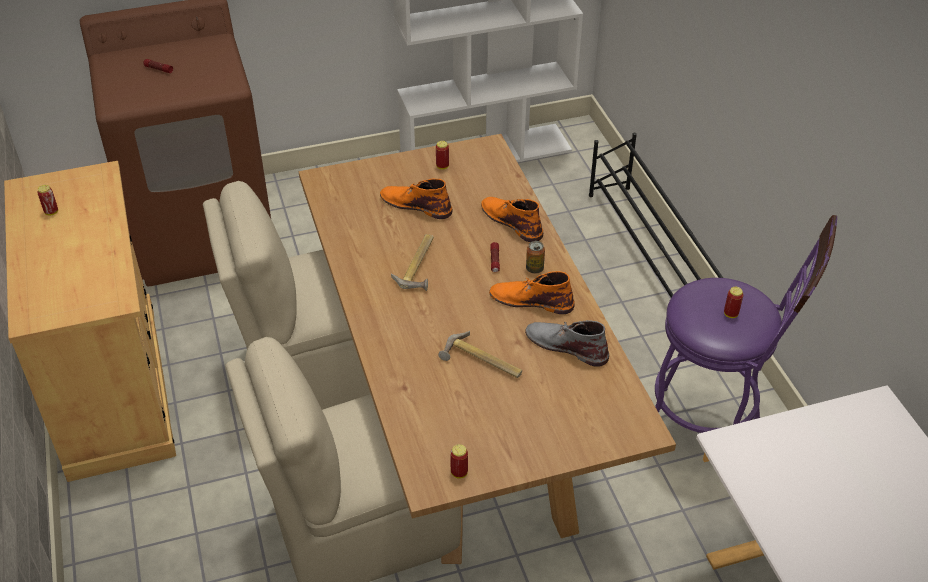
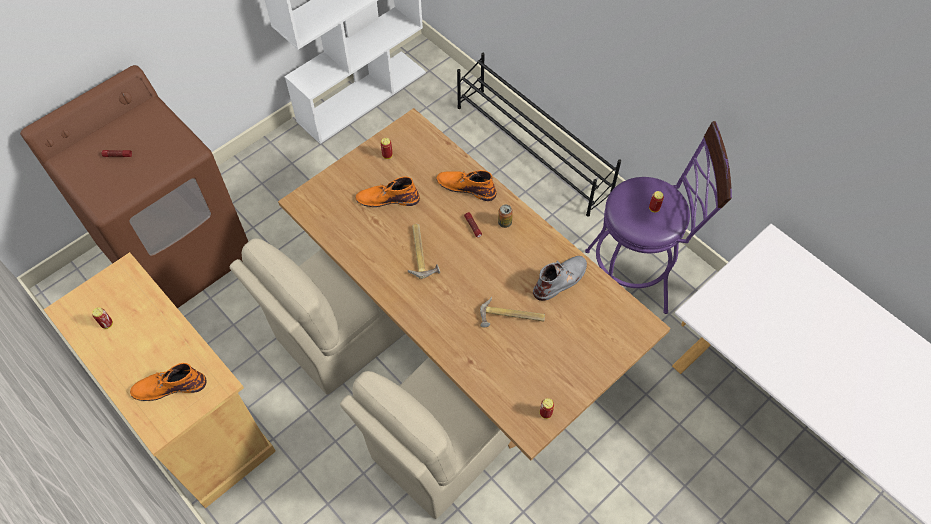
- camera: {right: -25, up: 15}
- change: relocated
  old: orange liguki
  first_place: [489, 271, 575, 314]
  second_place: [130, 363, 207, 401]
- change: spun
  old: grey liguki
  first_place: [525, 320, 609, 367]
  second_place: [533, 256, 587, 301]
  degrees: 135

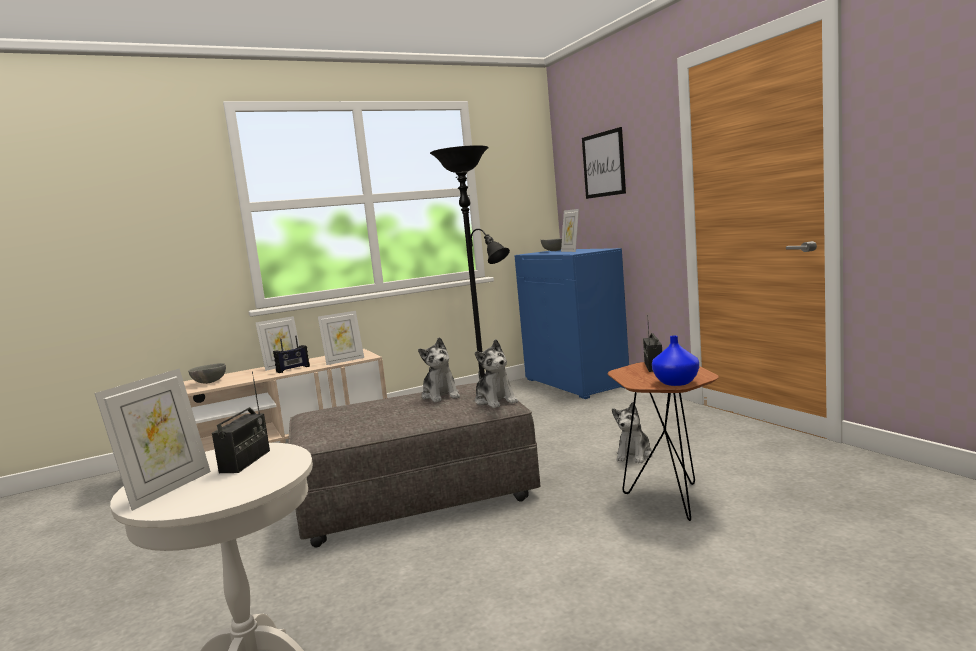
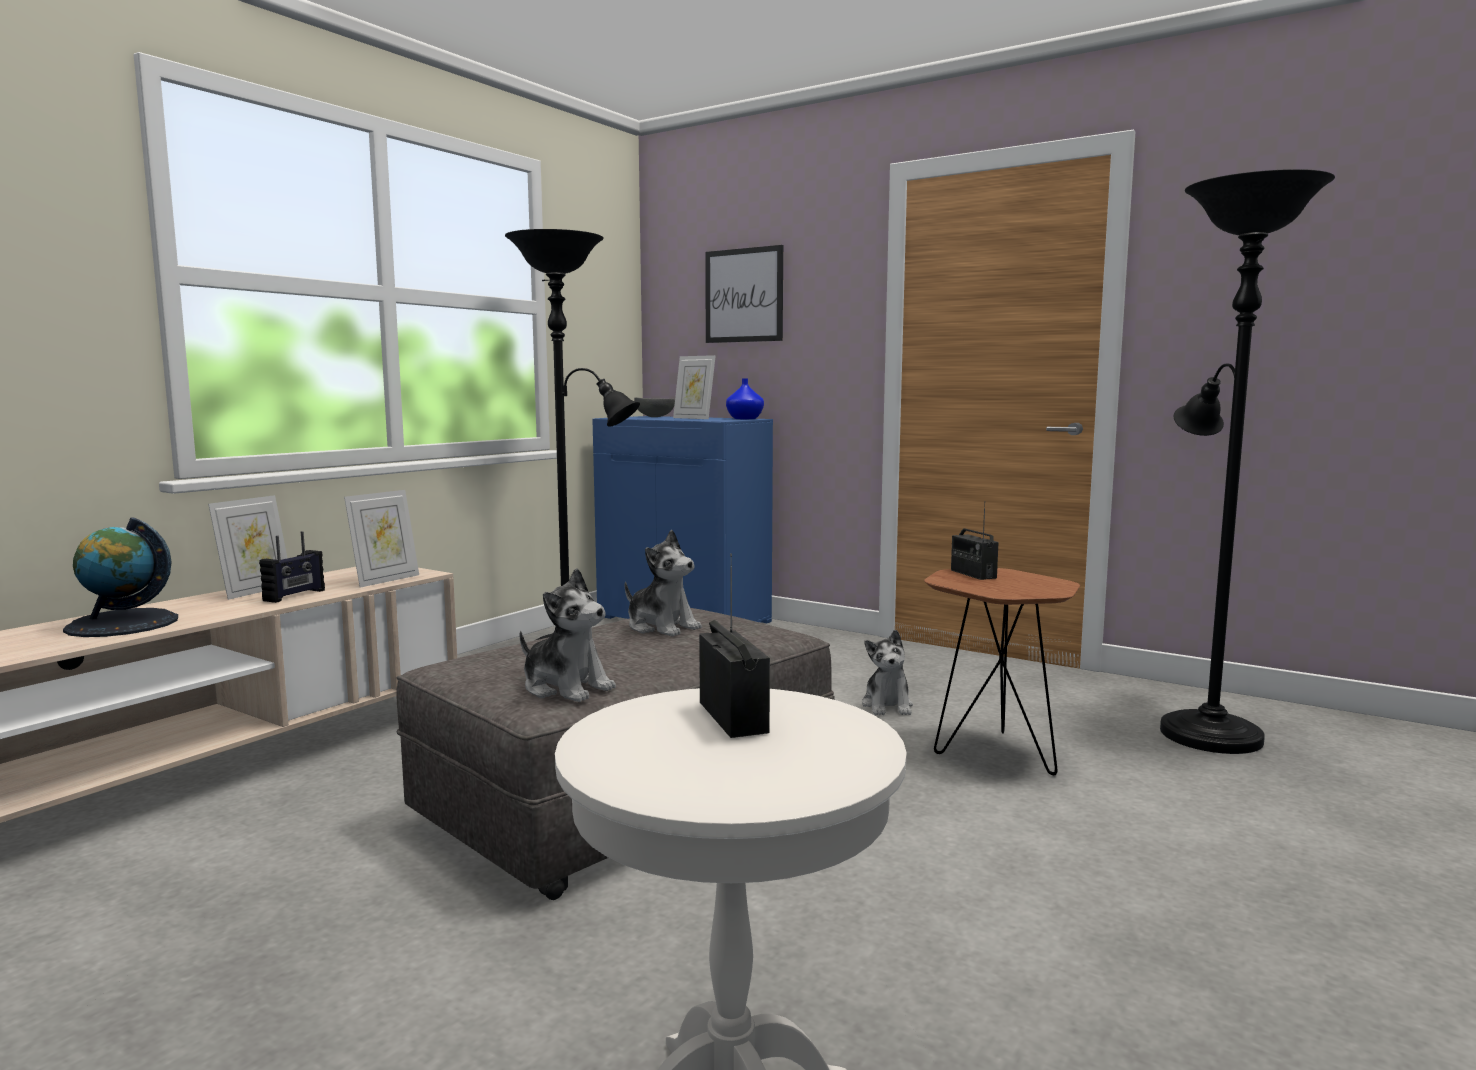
- camera: {right: -30, up: 0}
- change: relocated
  old: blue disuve
  first_place: [652, 336, 699, 386]
  second_place: [726, 379, 764, 419]
- change: relocated
  old: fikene
  first_place: [475, 339, 518, 408]
  second_place: [520, 568, 616, 702]
- change: exchanged
  old: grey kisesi
  new: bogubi
  first_place: [188, 363, 226, 384]
  second_place: [63, 517, 178, 637]
- change: missing
  old: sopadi
  first_place: [94, 368, 211, 511]
- change: appeared
  new: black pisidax
  second_place: [1160, 169, 1335, 754]

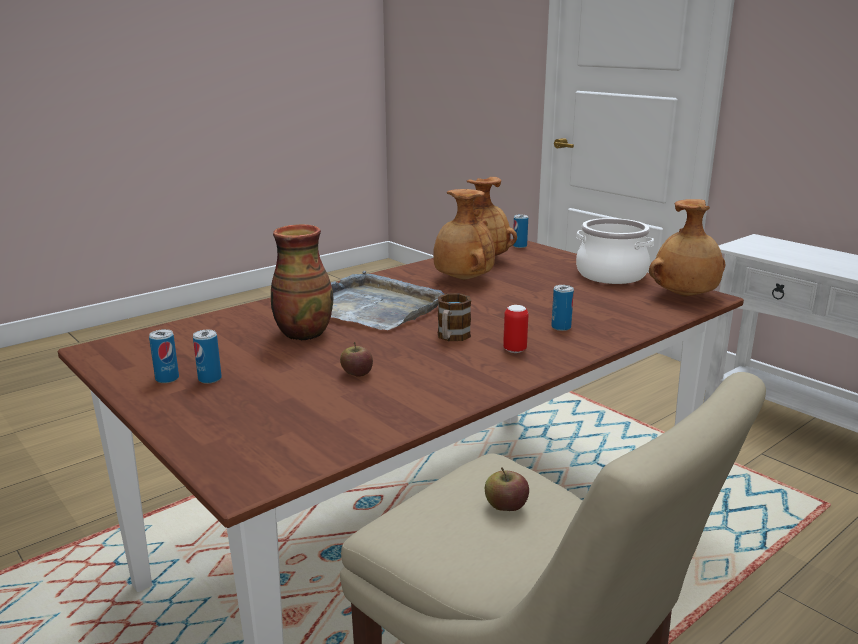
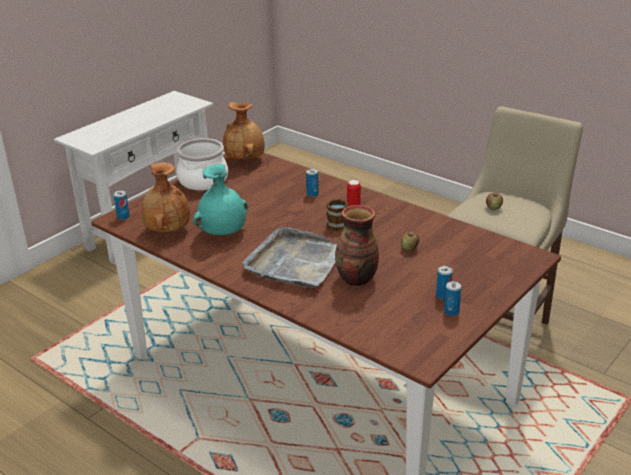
- camera: {right: -100, up: 10}
- change: colour
  old: brown disuve
  new: turquoise disuve
  first_place: [433, 189, 495, 280]
  second_place: [193, 164, 248, 235]

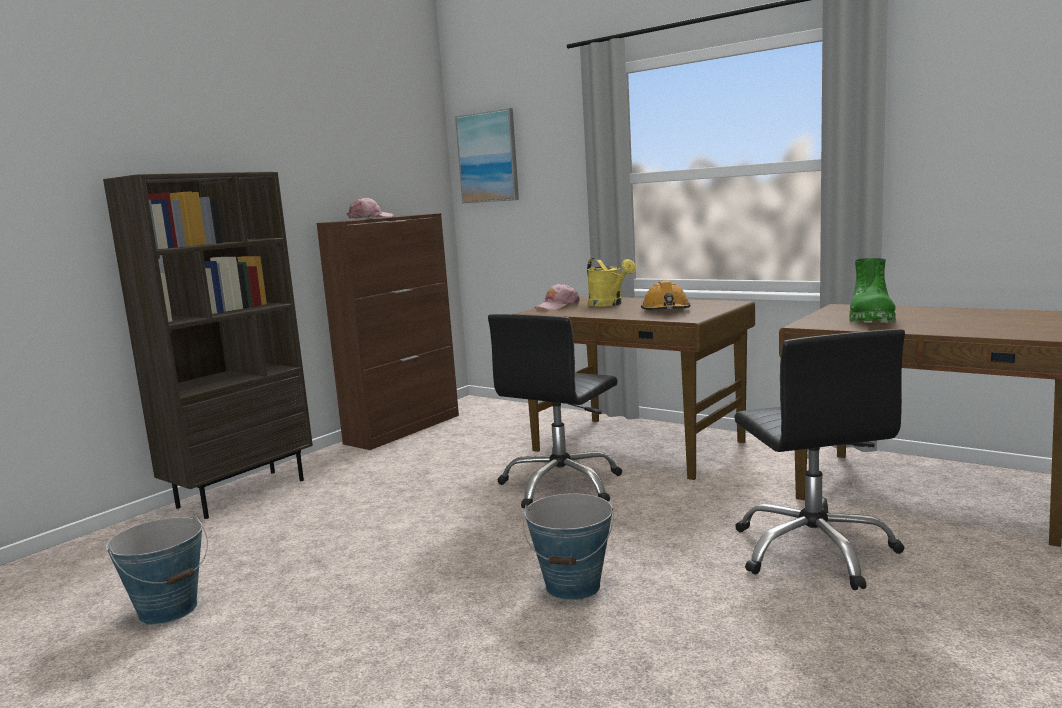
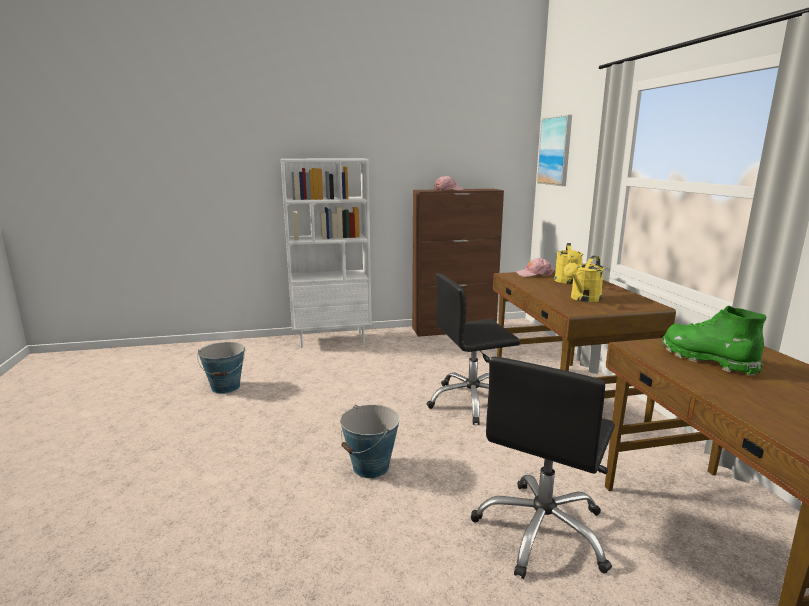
- camera: {right: 40, up: 5}
- change: colour
  old: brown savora
  new: white savora
  first_place: [103, 171, 313, 519]
  second_place: [281, 158, 372, 348]
- change: spun
  old: green liguki
  first_place: [849, 258, 896, 323]
  second_place: [662, 306, 766, 376]
  degrees: 90
- change: exchanged
  old: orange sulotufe
  new: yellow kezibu
  first_place: [641, 280, 691, 310]
  second_place: [564, 256, 604, 302]

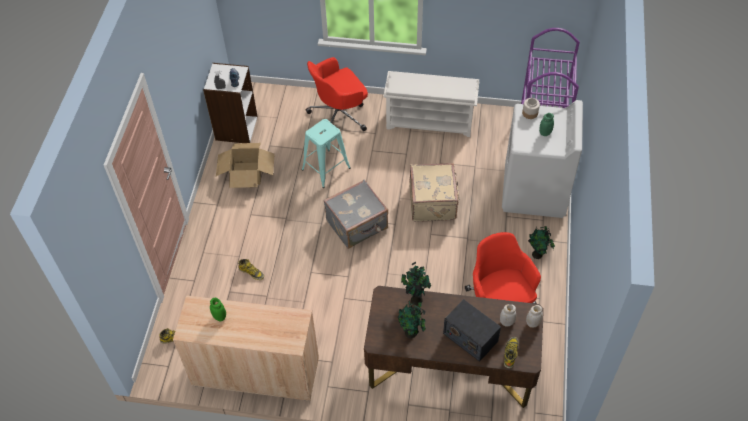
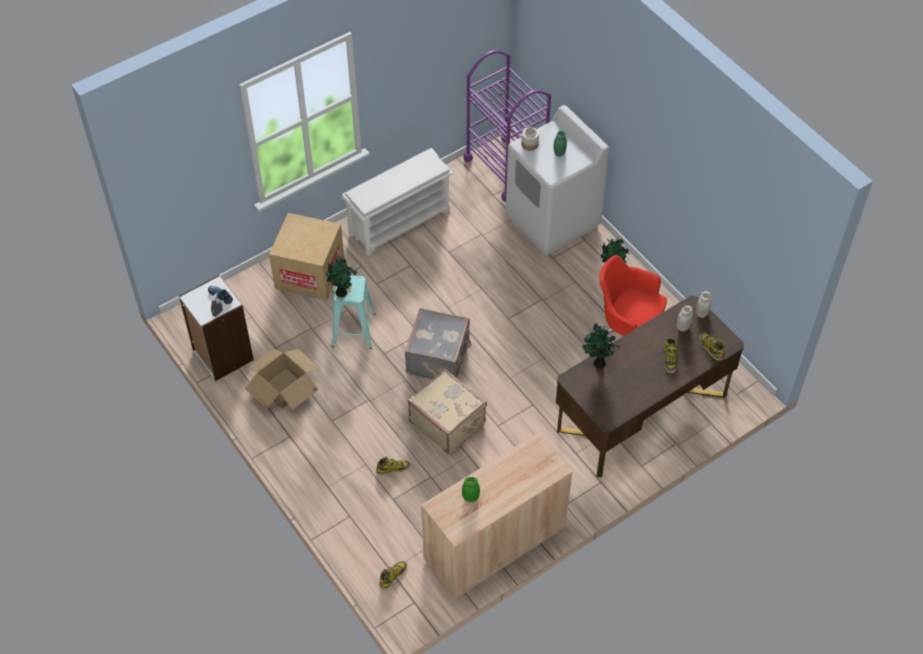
- camera: {right: -45, up: 0}
- change: exchanged
  old: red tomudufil
  new: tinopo
  first_place: [306, 57, 368, 131]
  second_place: [269, 213, 344, 301]
- change: relocated
  old: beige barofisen
  first_place: [409, 163, 460, 222]
  second_place: [408, 369, 487, 454]
- change: exchanged
  old: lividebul
  new: liguki
  first_place: [443, 299, 501, 362]
  second_place: [664, 338, 677, 373]
- change: relocated
  old: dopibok
  first_place: [398, 300, 426, 338]
  second_place: [325, 256, 358, 297]

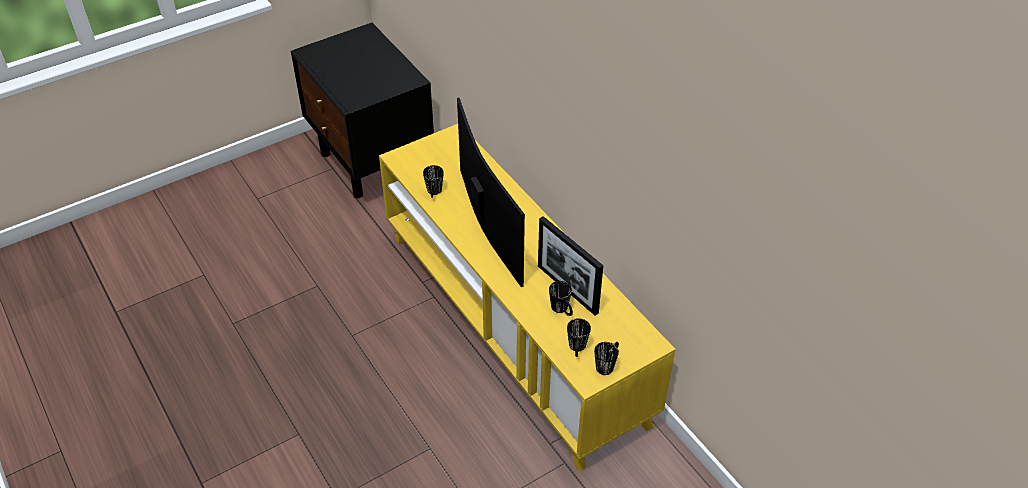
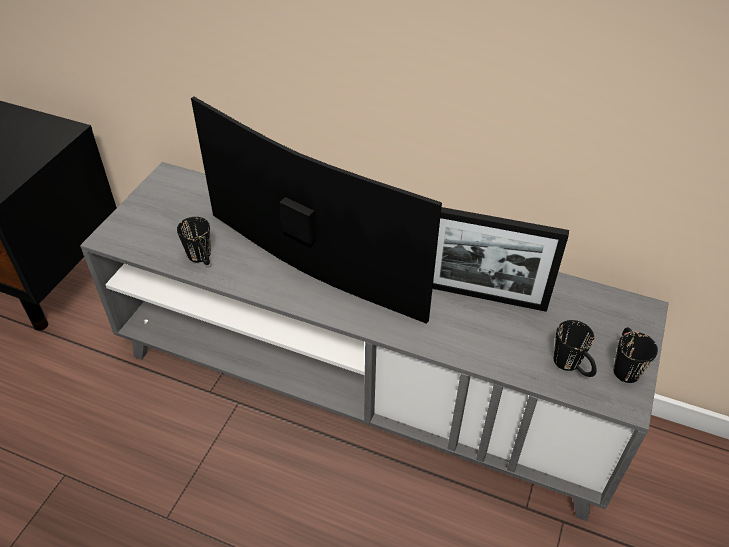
- camera: {right: -35, up: 0}
- change: colour
  old: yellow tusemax
  new: grey tusemax
  first_place: [379, 124, 675, 471]
  second_place: [80, 162, 669, 521]
- change: missing
  old: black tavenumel
  first_place: [549, 281, 573, 316]

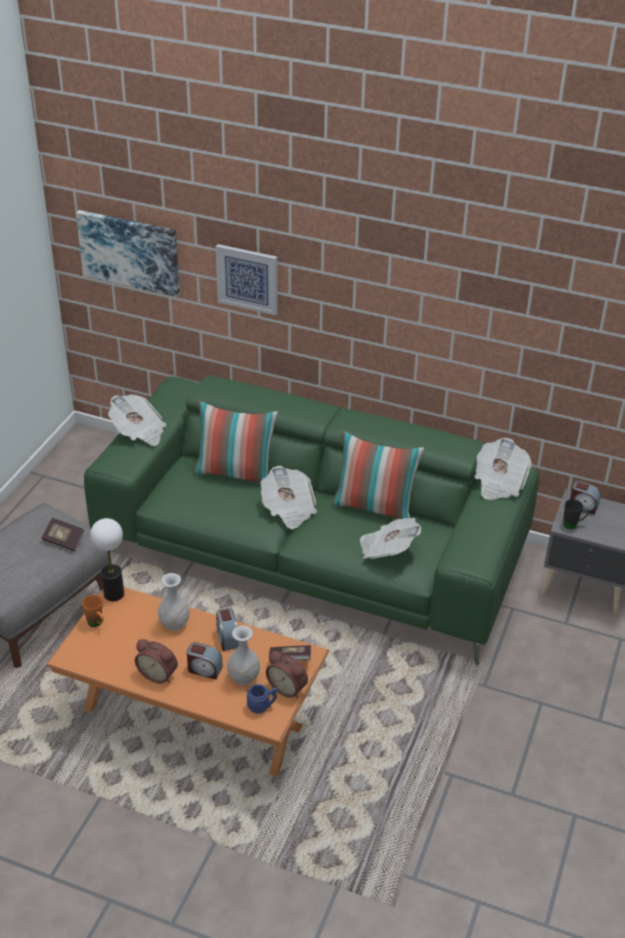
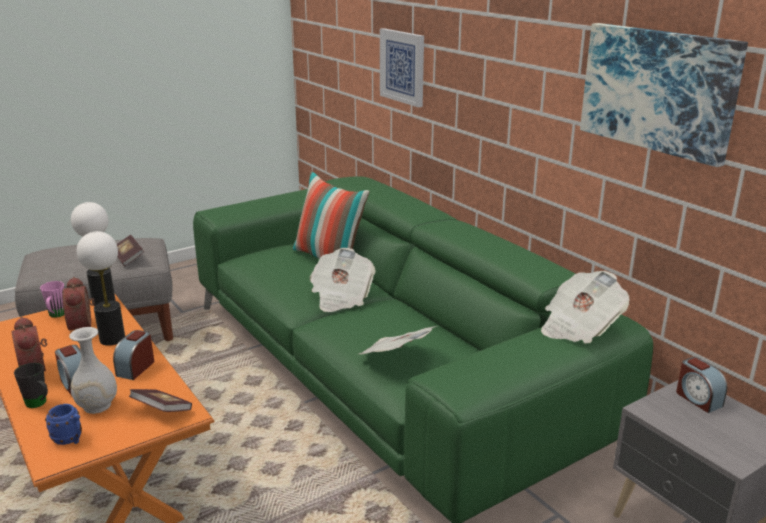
- camera: {right: 35, up: -15}
- change: relocated
  old: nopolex
  first_place: [76, 210, 180, 297]
  second_place: [580, 23, 748, 167]
- change: missing
  old: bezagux
  first_place: [108, 394, 166, 446]
- change: missing
  old: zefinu
  first_place: [332, 430, 424, 519]
- change: relocated
  old: black tavenumel
  first_place: [563, 499, 589, 529]
  second_place: [14, 363, 48, 408]
- change: exchanged
  old: white disuve
  new: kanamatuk
  first_place: [158, 573, 190, 631]
  second_place: [77, 231, 125, 346]
- change: colour
  old: orange tavenumel
  new: pink tavenumel
  first_place: [82, 595, 104, 627]
  second_place: [40, 281, 64, 318]
- change: relocated
  old: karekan
  first_place: [266, 651, 308, 698]
  second_place: [62, 277, 95, 330]

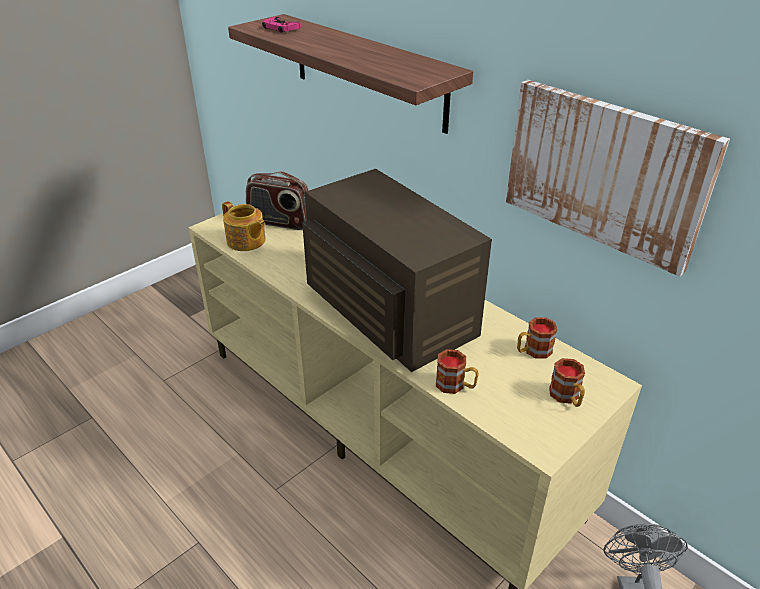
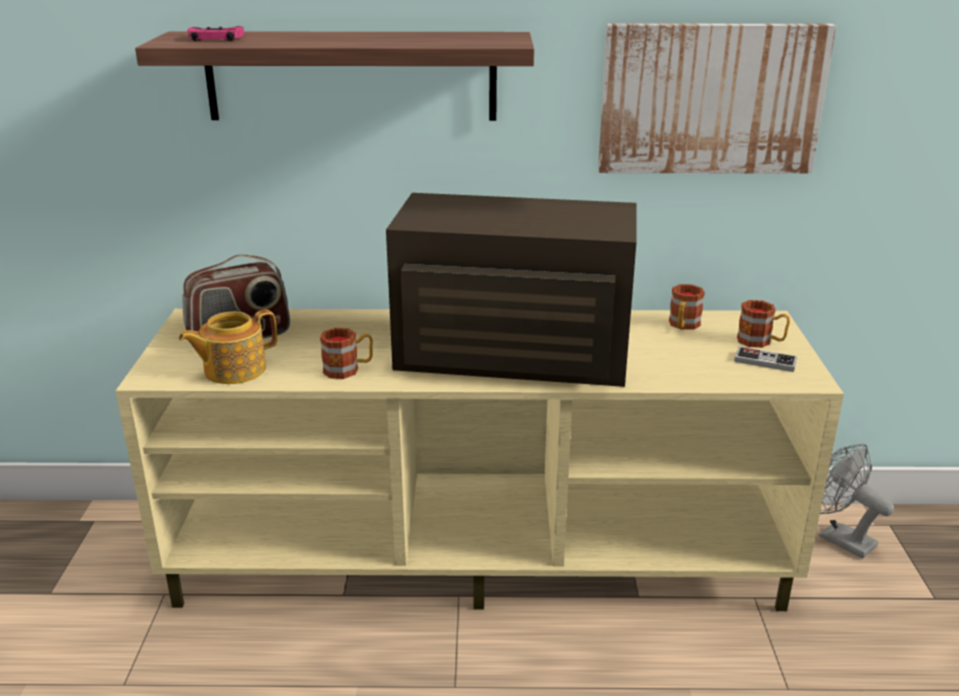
- camera: {right: -45, up: -10}
- change: spun
  old: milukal
  first_place: [222, 201, 266, 251]
  second_place: [179, 309, 277, 384]
  degrees: 150
- change: relocated
  old: tavenumel
  first_place: [436, 349, 479, 394]
  second_place: [320, 328, 373, 379]
- change: appeared
  new: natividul
  second_place: [734, 346, 797, 372]

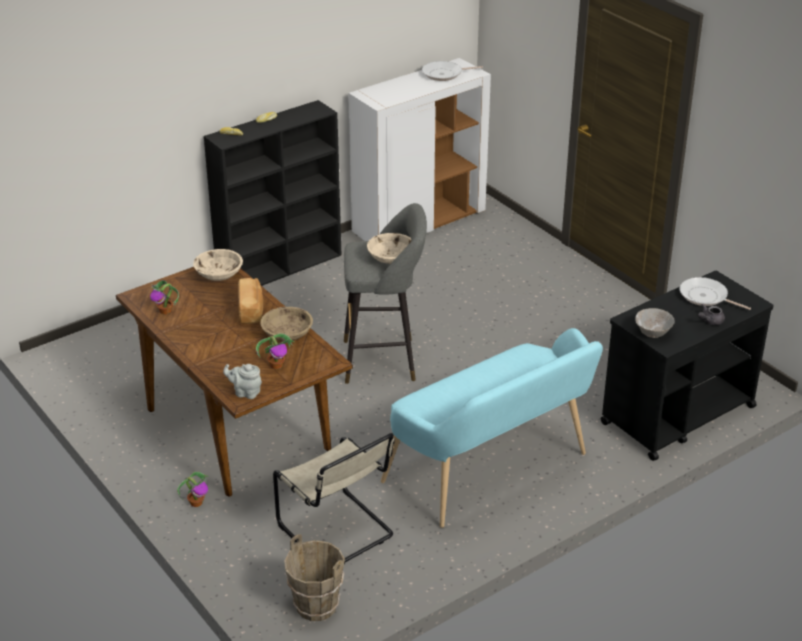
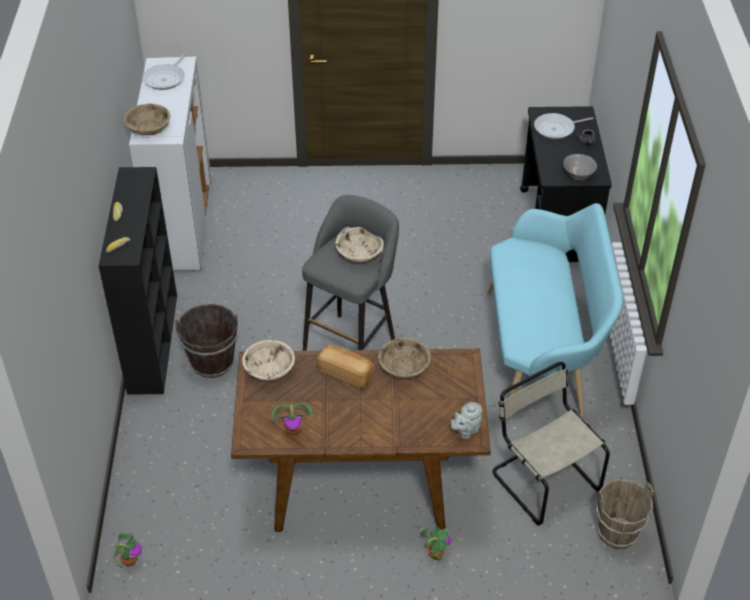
- camera: {right: -55, up: 10}
- change: relocated
  old: dopibok
  first_place: [256, 333, 294, 369]
  second_place: [114, 532, 142, 568]
- change: spun
  old: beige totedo
  first_place: [273, 433, 395, 564]
  second_place: [493, 362, 610, 526]
  degrees: -120
- change: appeared
  new: beige kisesi
  second_place: [124, 104, 170, 135]
- change: appeared
  new: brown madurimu
  second_place: [175, 304, 238, 378]

